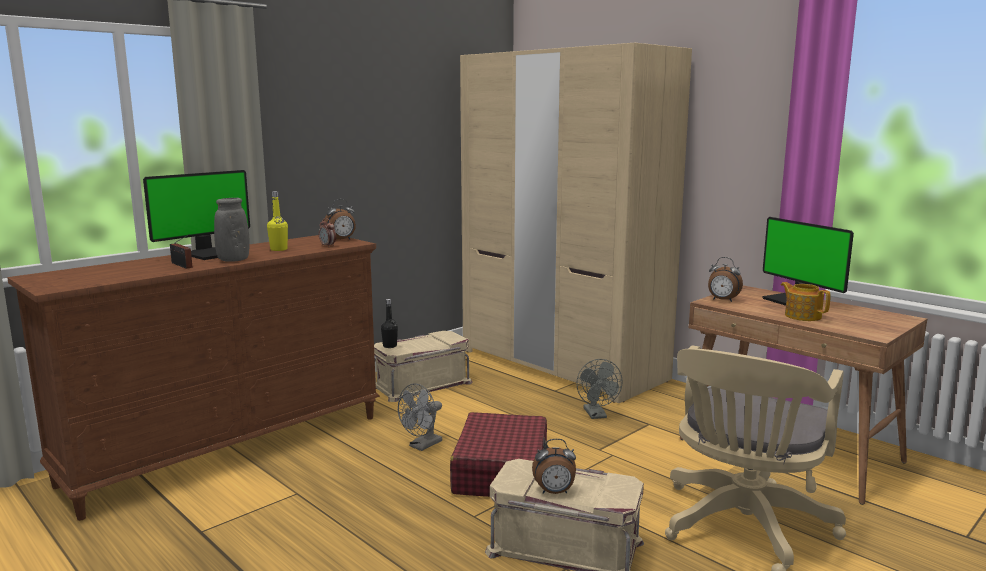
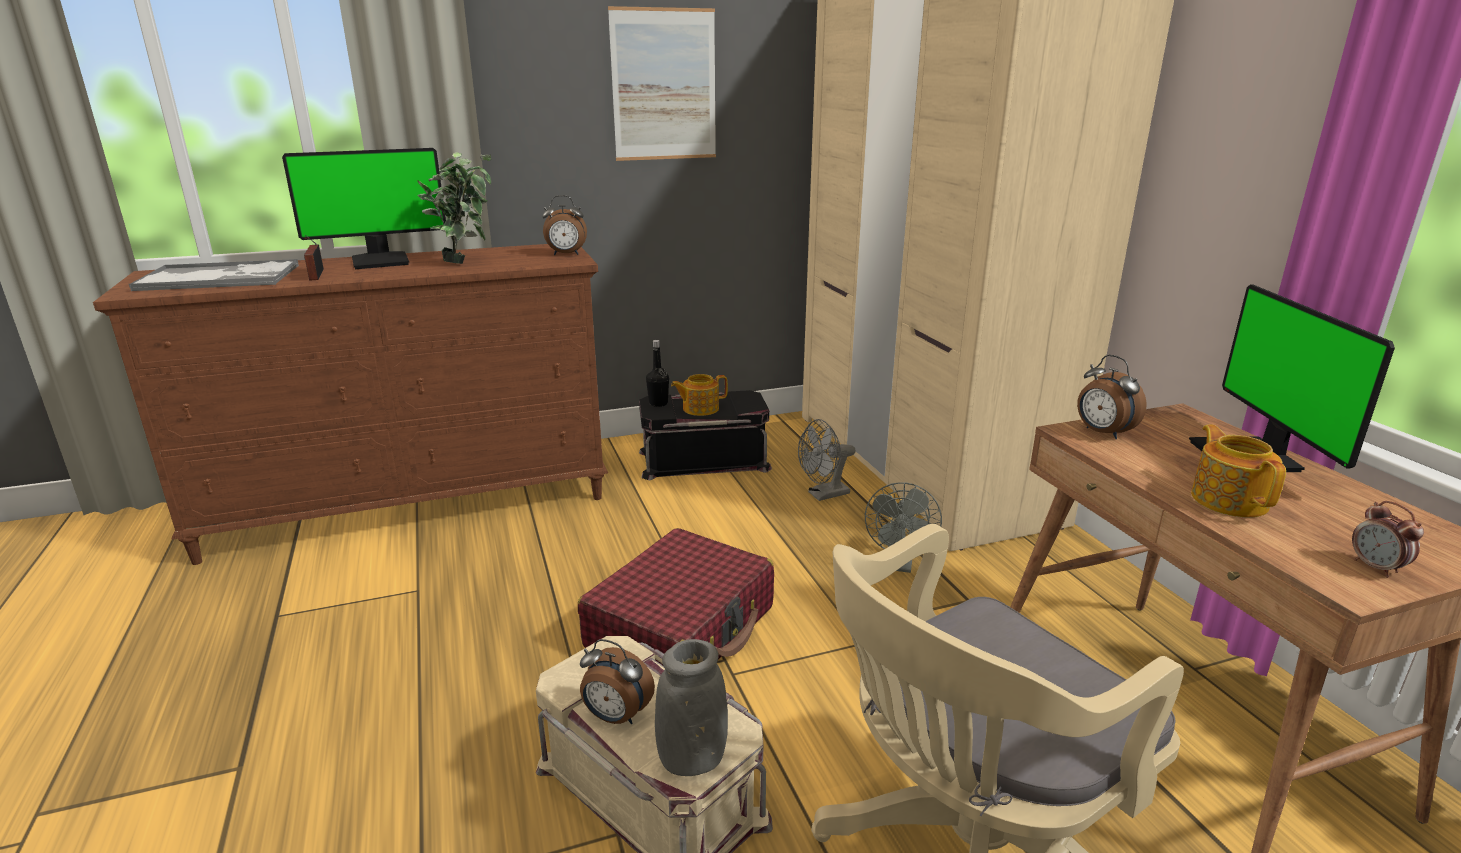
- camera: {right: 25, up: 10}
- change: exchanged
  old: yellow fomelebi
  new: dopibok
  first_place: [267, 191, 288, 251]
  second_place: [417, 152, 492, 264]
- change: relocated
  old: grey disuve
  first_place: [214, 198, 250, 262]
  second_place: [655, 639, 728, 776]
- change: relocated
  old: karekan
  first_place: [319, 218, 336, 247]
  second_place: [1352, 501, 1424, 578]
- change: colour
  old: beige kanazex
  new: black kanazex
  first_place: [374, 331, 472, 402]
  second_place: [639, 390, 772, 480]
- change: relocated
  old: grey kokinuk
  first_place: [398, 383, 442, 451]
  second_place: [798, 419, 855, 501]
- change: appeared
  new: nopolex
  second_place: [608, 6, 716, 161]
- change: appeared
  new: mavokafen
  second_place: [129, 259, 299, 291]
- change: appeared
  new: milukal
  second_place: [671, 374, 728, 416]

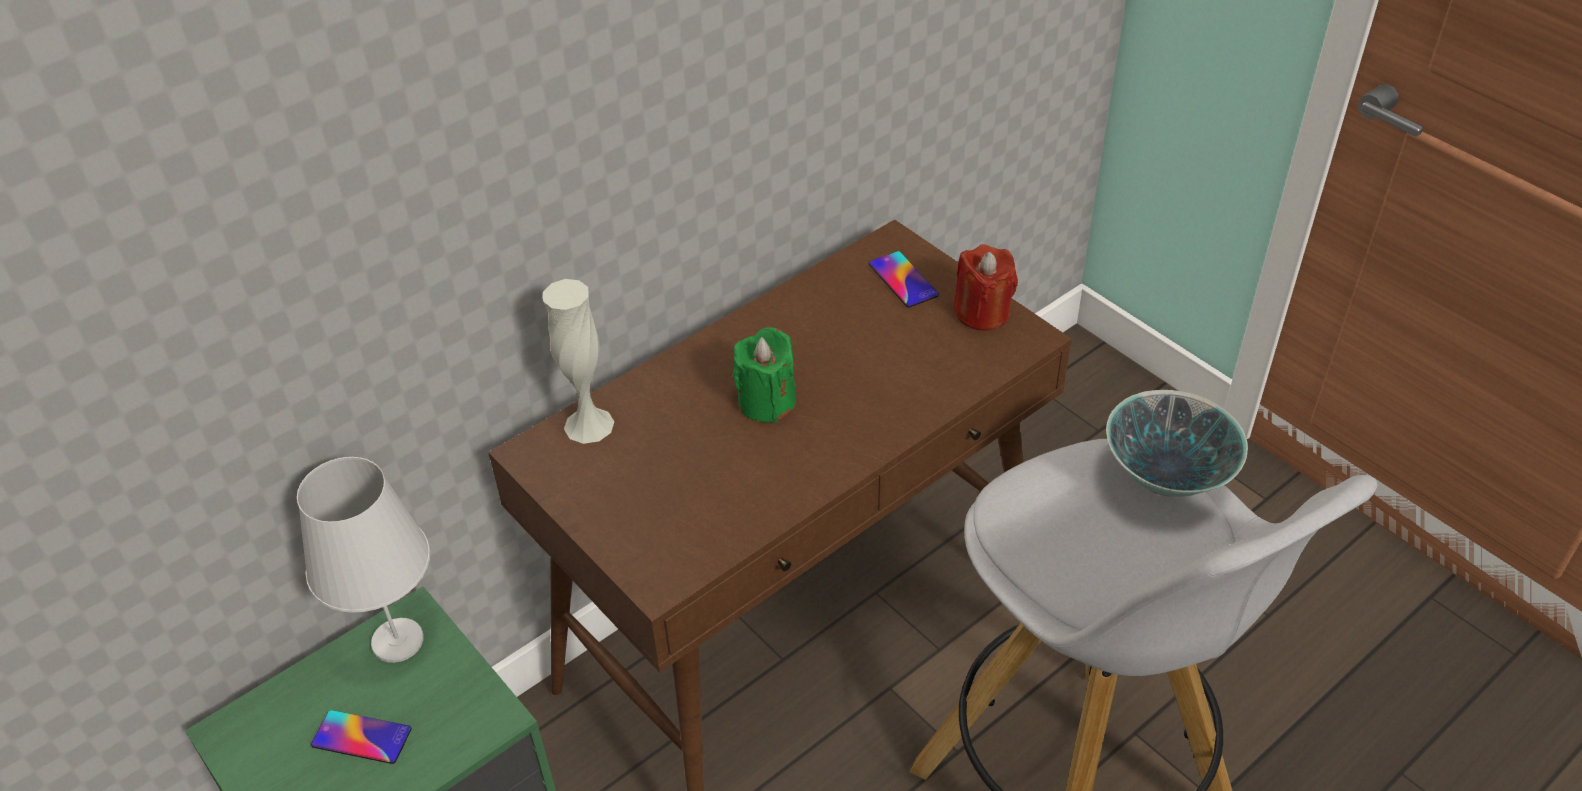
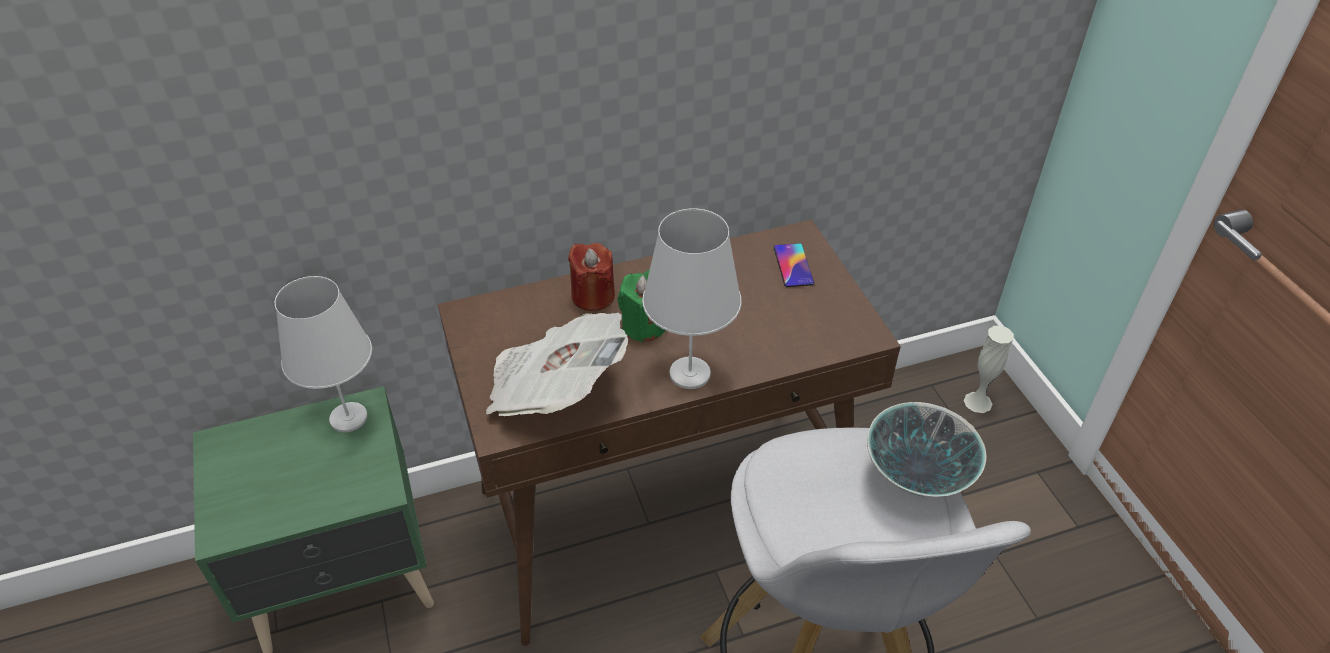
- camera: {right: 20, up: 0}
- change: relocated
  old: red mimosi
  first_place: [954, 244, 1018, 331]
  second_place: [568, 243, 615, 311]
- change: relocated
  old: white disuve
  first_place: [543, 279, 614, 444]
  second_place: [964, 326, 1014, 413]
- change: missing
  old: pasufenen
  first_place: [311, 710, 411, 764]
- change: appeared
  new: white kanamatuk
  second_place: [642, 208, 742, 389]
- change: appeared
  new: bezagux
  second_place: [486, 313, 628, 416]

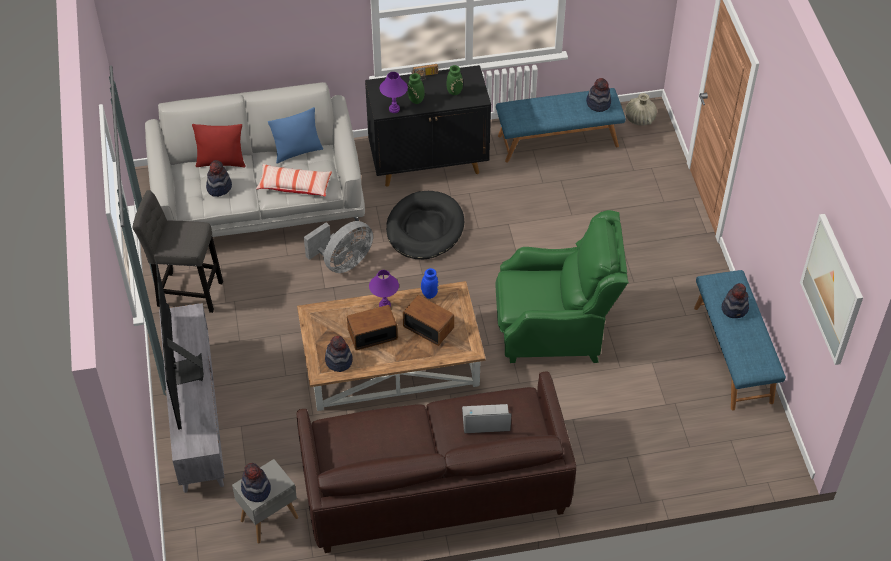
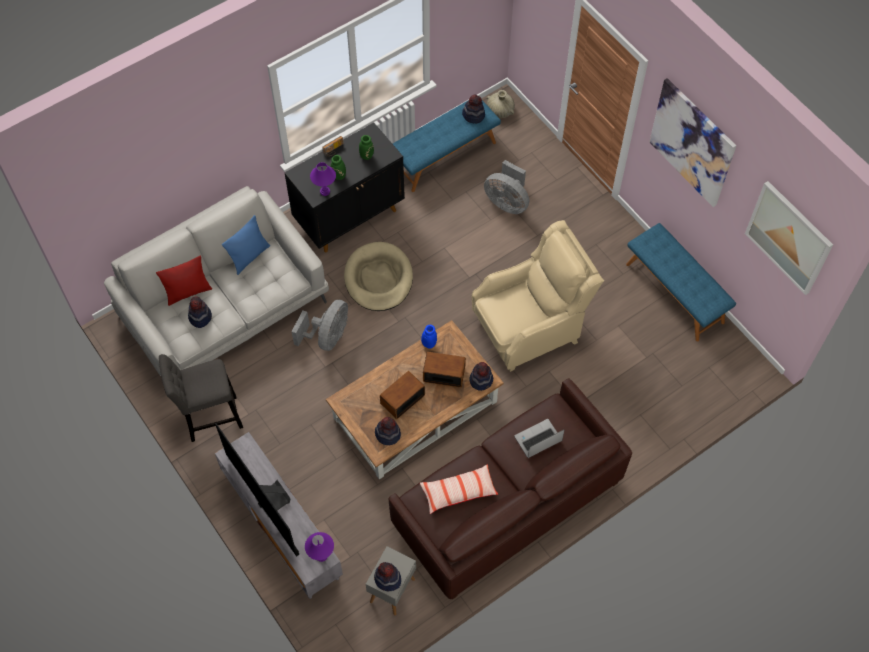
- camera: {right: -25, up: 10}
- change: relocated
  old: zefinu
  first_place: [256, 164, 332, 197]
  second_place: [420, 464, 498, 514]
- change: colour
  old: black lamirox
  new: beige lamirox
  first_place: [386, 191, 464, 259]
  second_place: [344, 242, 413, 311]
- change: colour
  old: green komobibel
  new: beige komobibel
  first_place: [495, 210, 629, 363]
  second_place: [472, 220, 604, 372]
- change: relocated
  old: purple kanamatuk
  first_place: [369, 270, 399, 307]
  second_place: [305, 532, 334, 562]
- change: relocated
  old: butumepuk
  first_place: [722, 283, 749, 318]
  second_place: [469, 362, 493, 391]
- change: appeared
  new: nopolex
  second_place: [649, 78, 736, 207]
- change: appeared
  new: grey kokinuk
  second_place: [484, 160, 529, 214]

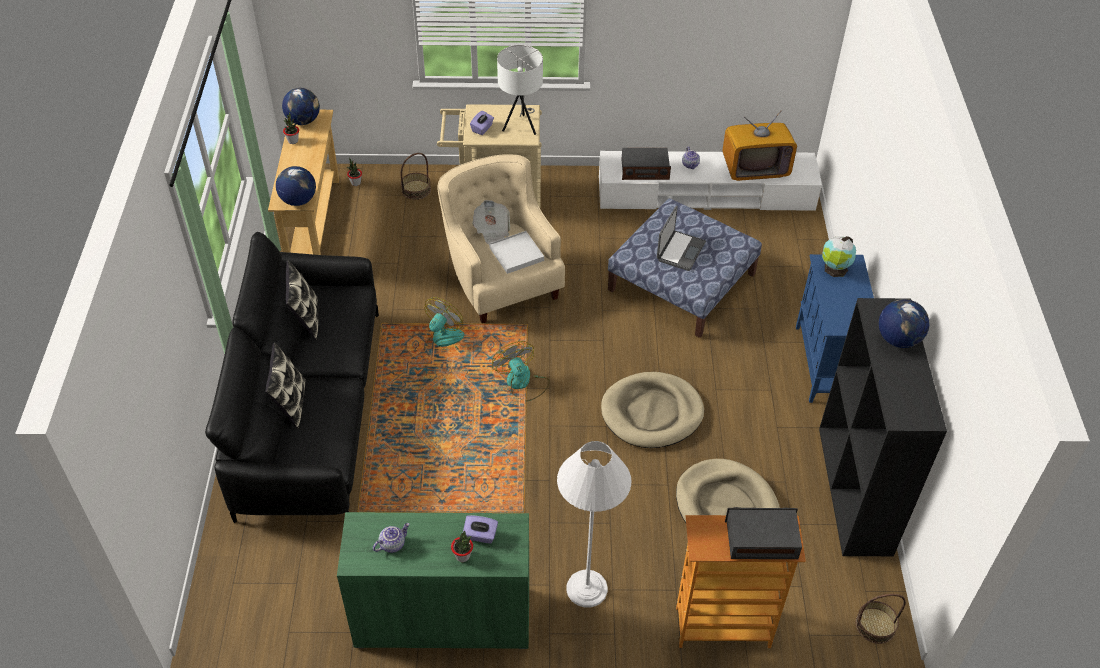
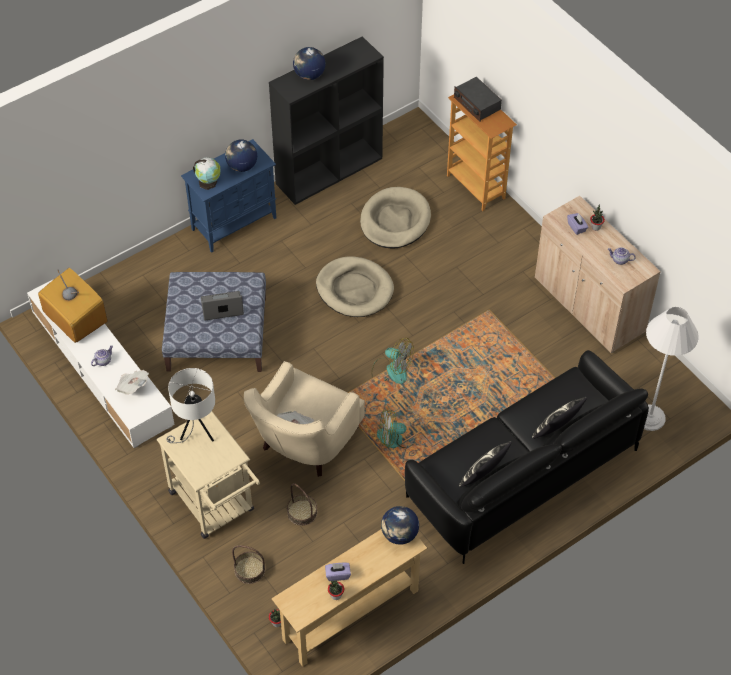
- camera: {right: -125, up: 5}
- change: relocated
  old: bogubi
  first_place: [282, 88, 320, 125]
  second_place: [225, 139, 257, 172]
- change: relocated
  old: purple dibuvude
  first_place: [470, 111, 494, 135]
  second_place: [325, 563, 351, 581]
- change: exchanged
  old: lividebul
  new: bezagux
  first_place: [621, 148, 671, 180]
  second_place: [115, 370, 149, 394]
- change: missing
  old: white mavokafen
  first_place: [489, 231, 544, 274]
- change: spun
  old: kokinuk
  first_place: [492, 341, 550, 401]
  second_place: [371, 338, 414, 384]
  degrees: -90
- change: relocated
  old: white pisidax
  first_place: [557, 441, 632, 608]
  second_place: [644, 307, 699, 431]
- change: colour
  old: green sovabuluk
  new: beige sovabuluk
  first_place: [337, 512, 529, 649]
  second_place: [535, 196, 661, 353]
- change: relocated
  old: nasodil
  first_place: [856, 594, 906, 644]
  second_place: [287, 483, 317, 526]

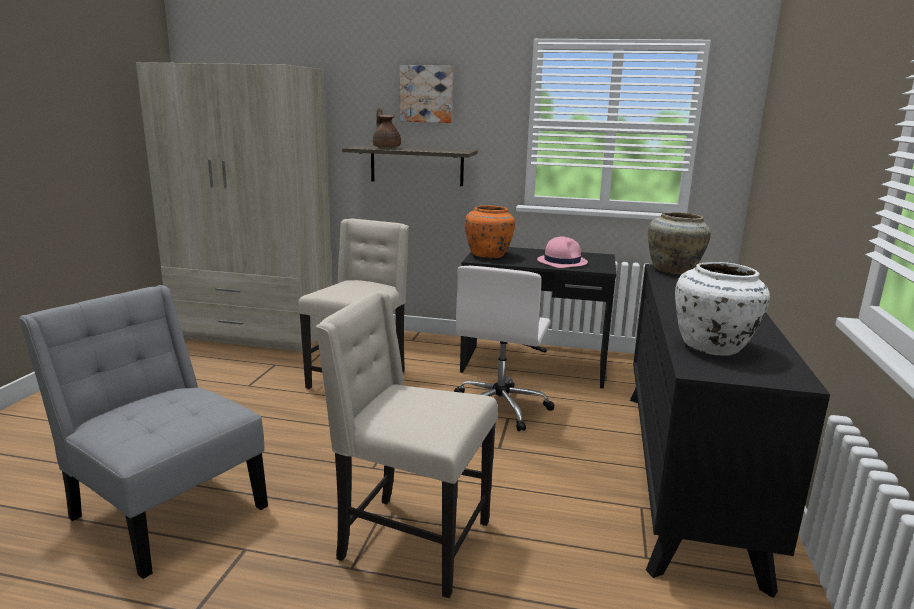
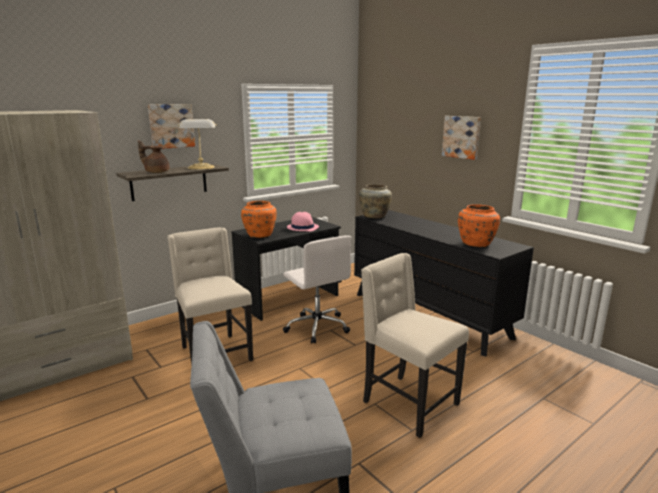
- camera: {right: -50, up: 0}
- change: colour
  old: white disuve
  new: orange disuve
  first_place: [675, 262, 770, 355]
  second_place: [458, 204, 500, 247]
- change: spun
  old: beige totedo
  first_place: [316, 291, 497, 598]
  second_place: [361, 253, 469, 438]
  degrees: 75
- change: appeared
  new: nopolex
  second_place: [442, 116, 481, 160]
- change: appeared
  new: kanamatuk
  second_place: [178, 119, 217, 170]

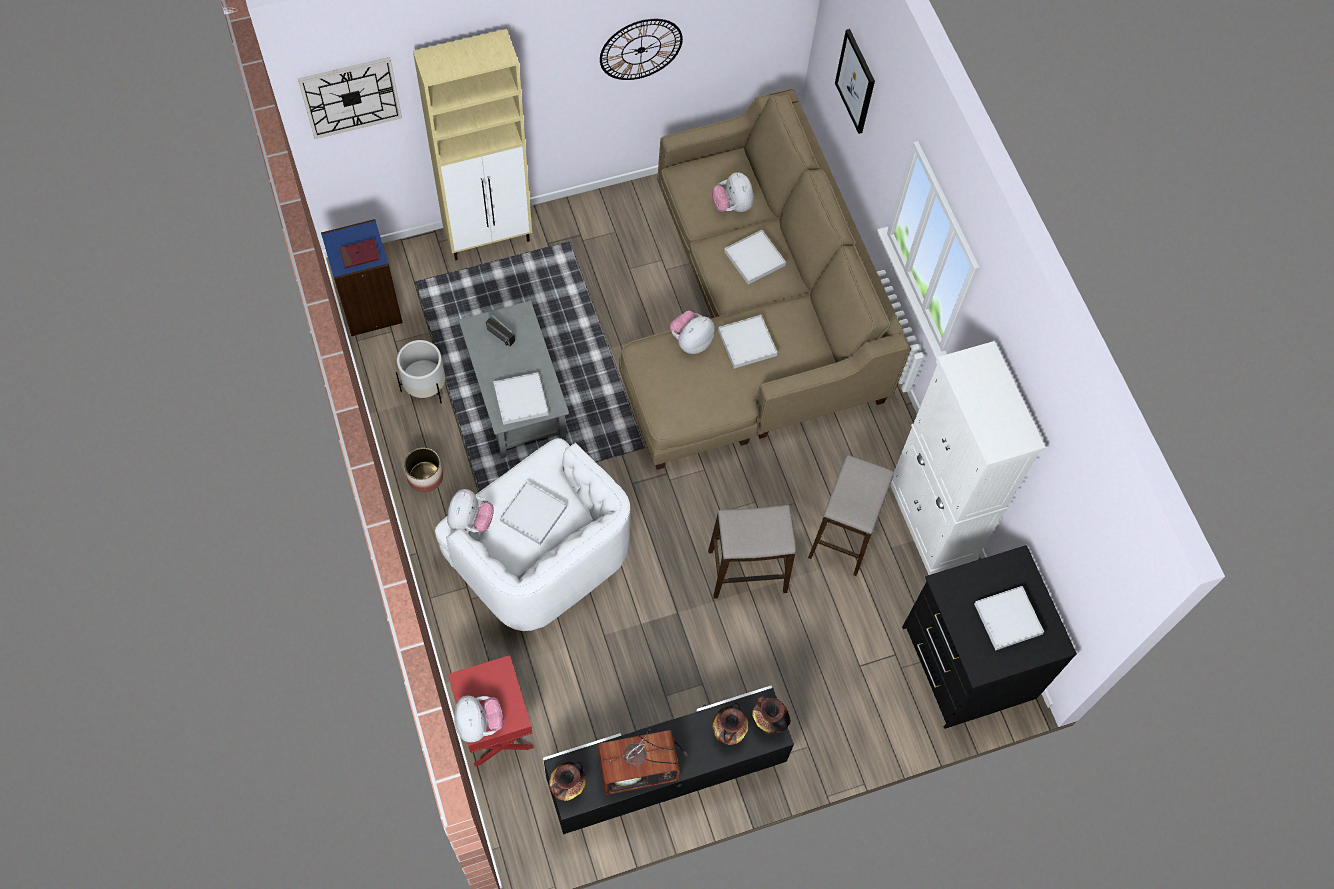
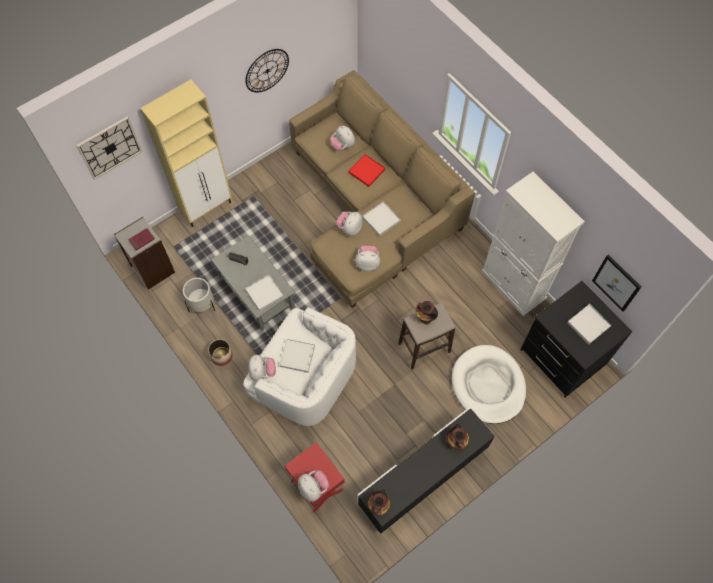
- camera: {right: -15, up: 0}
- change: relocated
  old: nopolex
  first_place: [835, 29, 875, 134]
  second_place: [592, 254, 641, 311]
- change: colour
  old: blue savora
  new: grey savora
  first_place: [321, 219, 403, 336]
  second_place: [114, 217, 175, 290]
- change: colour
  old: white mavokafen
  new: red mavokafen
  first_place: [724, 230, 786, 285]
  second_place: [348, 154, 385, 187]
- change: missing
  old: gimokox
  first_place: [808, 455, 894, 576]
- change: relocated
  old: disuve
  first_place: [752, 696, 791, 735]
  second_place: [416, 301, 438, 325]
- change: missing
  old: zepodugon
  first_place: [598, 729, 687, 794]
- change: appeared
  new: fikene
  second_place: [355, 246, 380, 271]
- change: appeared
  new: white lamirox
  second_place: [452, 345, 526, 424]

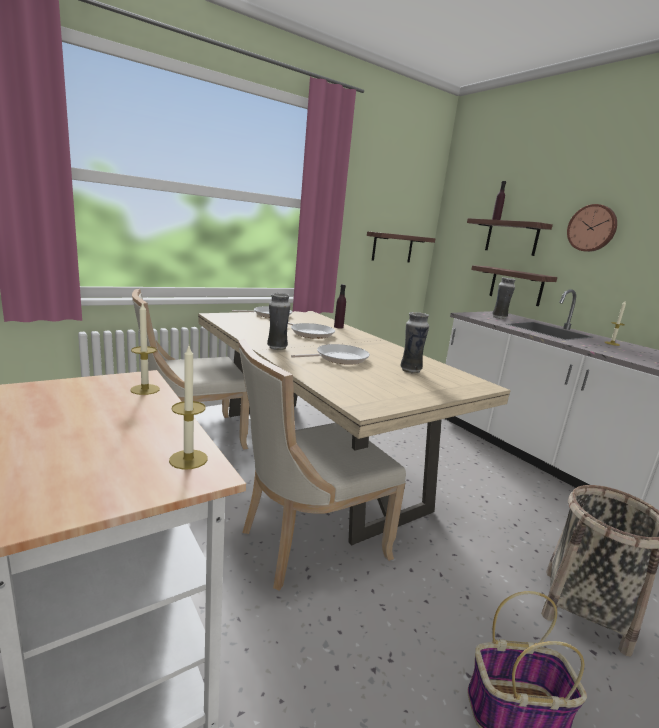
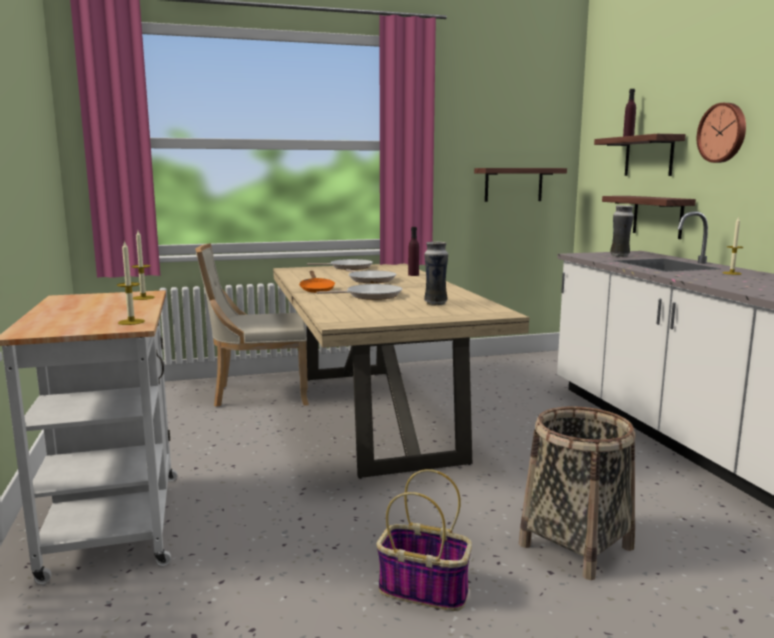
- camera: {right: 20, up: -5}
- change: exchanged
  old: disuve
  new: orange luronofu
  first_place: [267, 293, 290, 350]
  second_place: [299, 271, 335, 293]
- change: missing
  old: beige totedo
  first_place: [238, 339, 406, 591]

